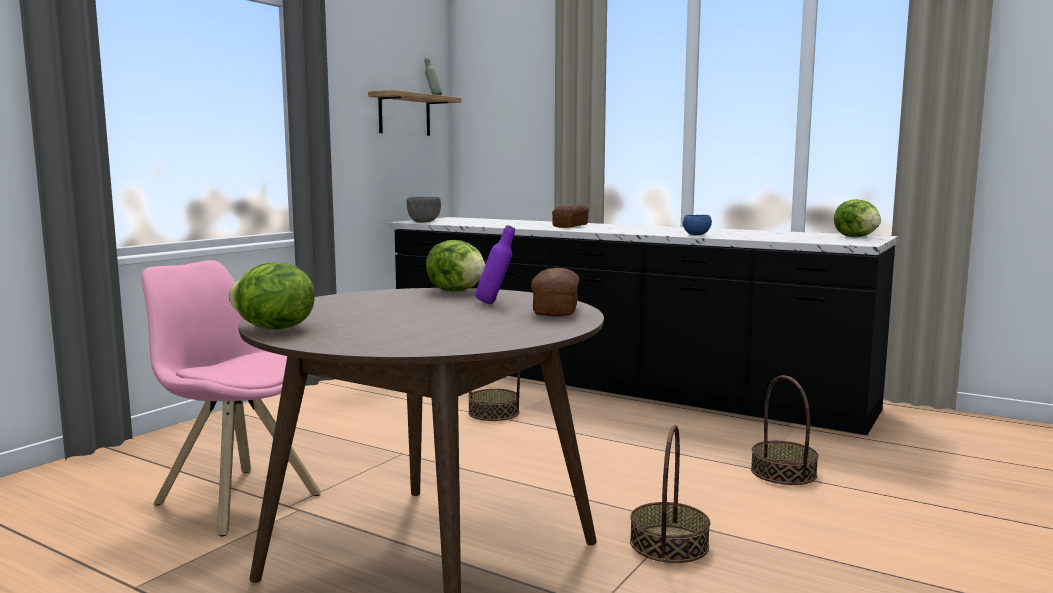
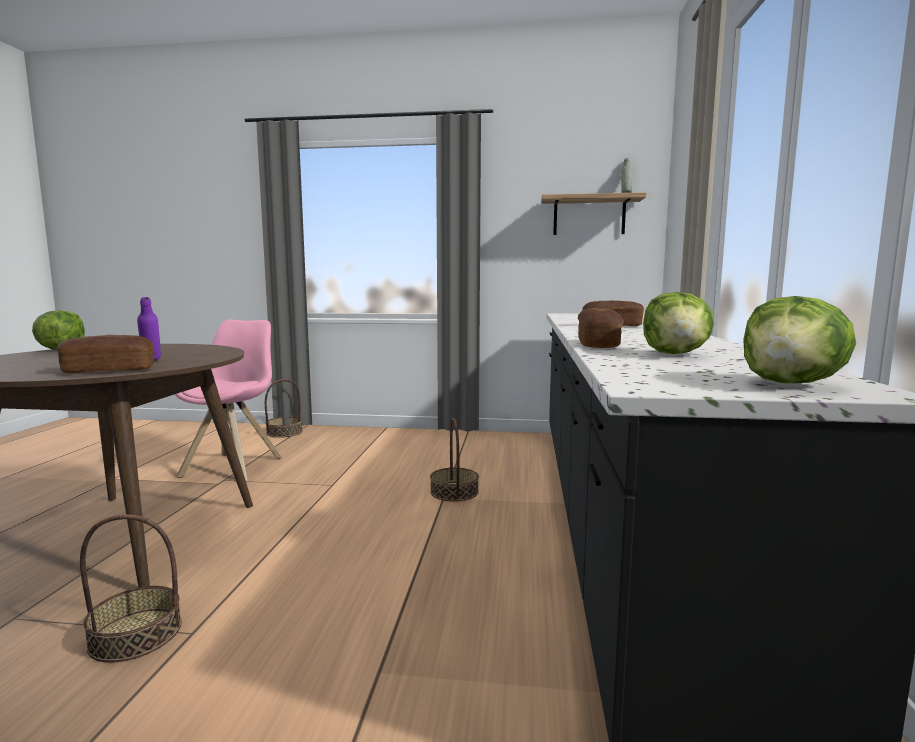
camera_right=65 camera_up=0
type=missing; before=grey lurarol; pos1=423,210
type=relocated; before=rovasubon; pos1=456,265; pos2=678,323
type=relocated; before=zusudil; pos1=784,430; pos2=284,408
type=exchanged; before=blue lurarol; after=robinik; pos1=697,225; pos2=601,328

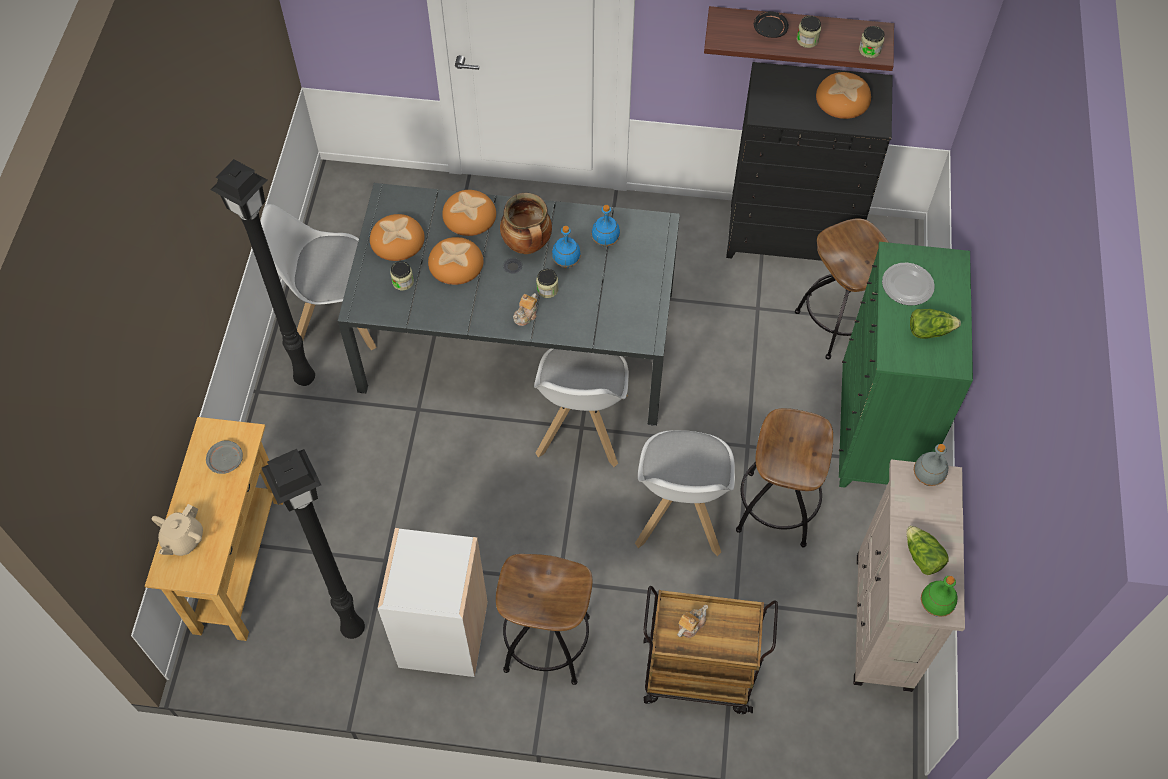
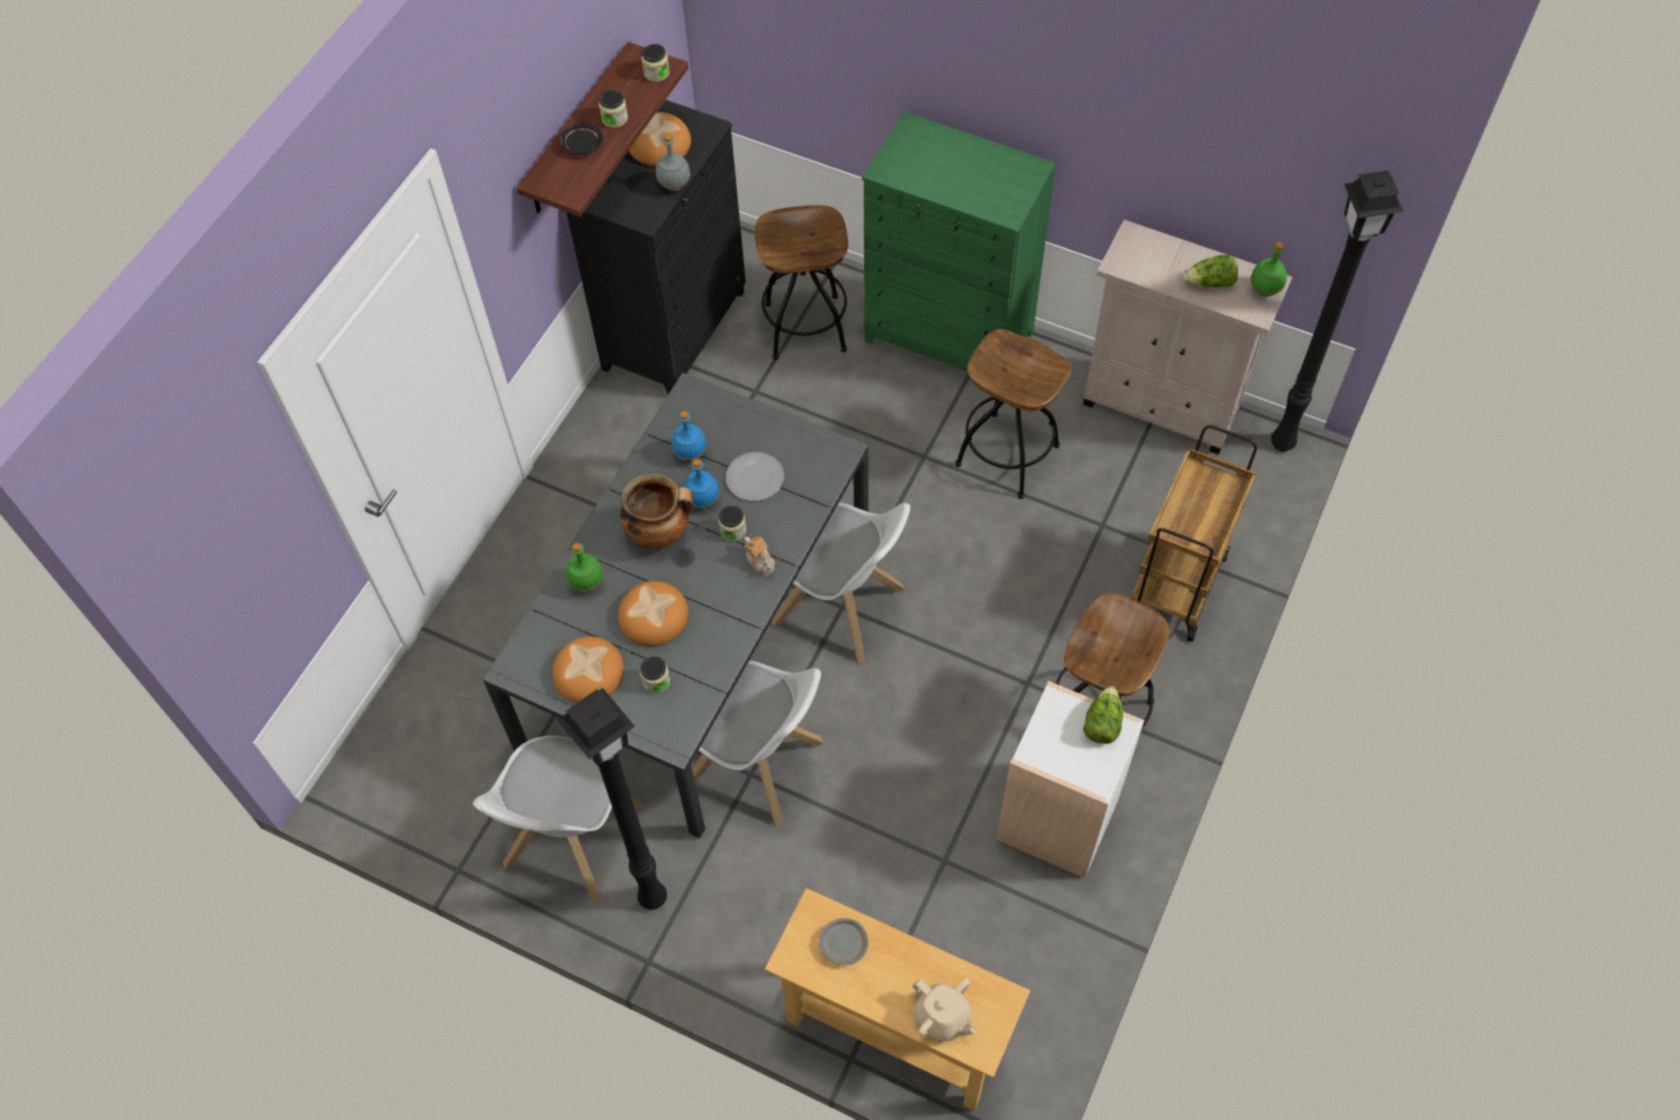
camera_right=-70 camera_up=0
type=missing; before=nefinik; pos1=692,621
type=relocated; before=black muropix; pos1=313,544; pos2=1337,311
type=relocated; before=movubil; pos1=685,493; pos2=758,743
type=relocated; before=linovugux; pos1=908,284; pos2=755,476
type=relocated; before=rovasubon; pos1=935,324; pos2=1103,715
type=relocated; before=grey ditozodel; pos1=931,465; pos2=673,162
type=exchanged; before=robinik; after=green ditozodel; pos1=469,213; pos2=585,567

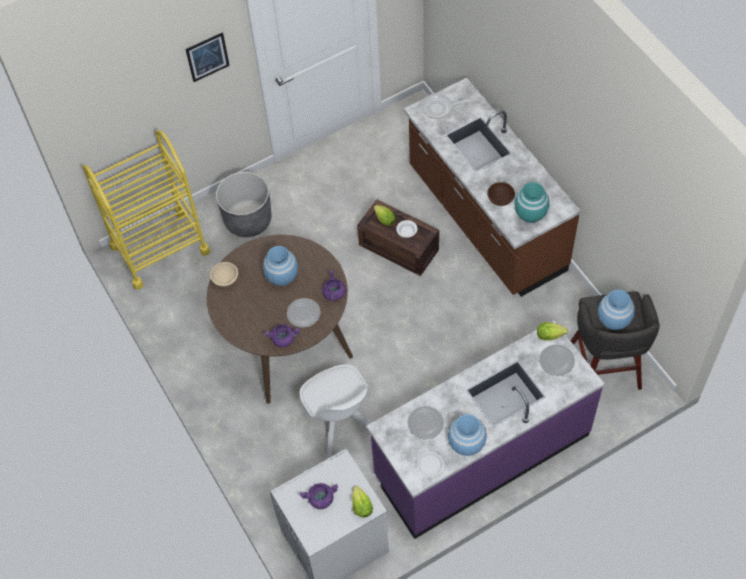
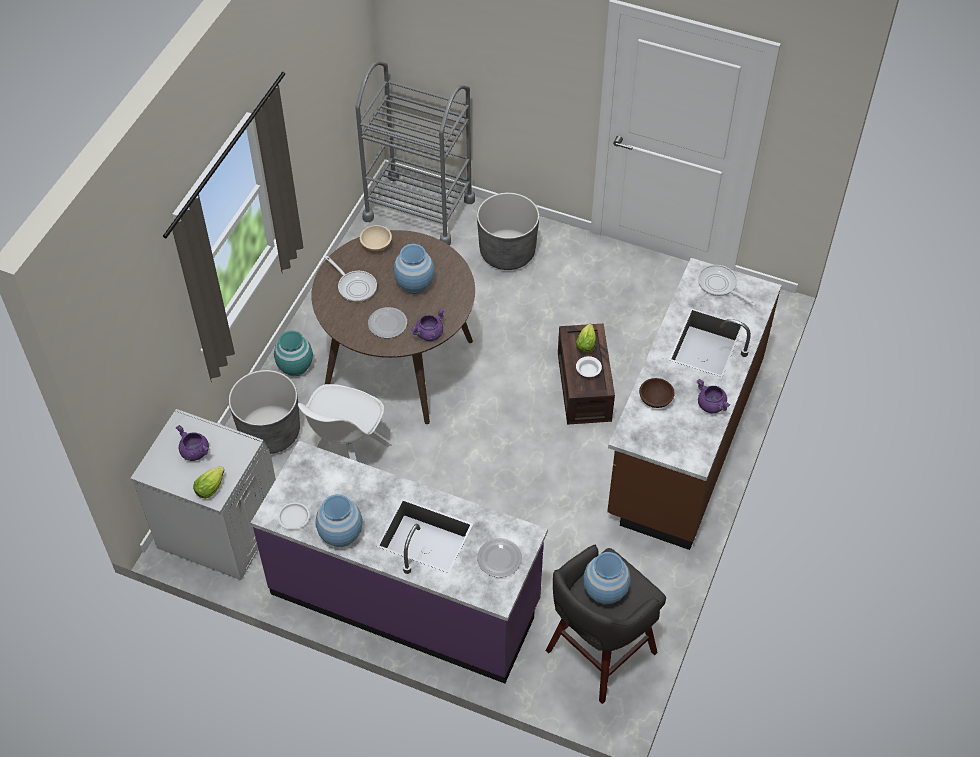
camera_right=50 camera_up=-5
type=missing; before=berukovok; pos1=207,57
type=missing; before=linovugux; pos1=426,422
type=missing; before=rovasubon; pos1=552,331
type=appeared; after=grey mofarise; pos2=264,412
type=appeared; after=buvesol; pos2=351,279
type=relocated; before=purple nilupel; pos1=282,335; pos2=714,396
type=relocated; before=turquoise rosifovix; pos1=532,202; pos2=293,353
type=colour; before=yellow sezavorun; after=grey sezavorun; pos1=146,210; pos2=415,153

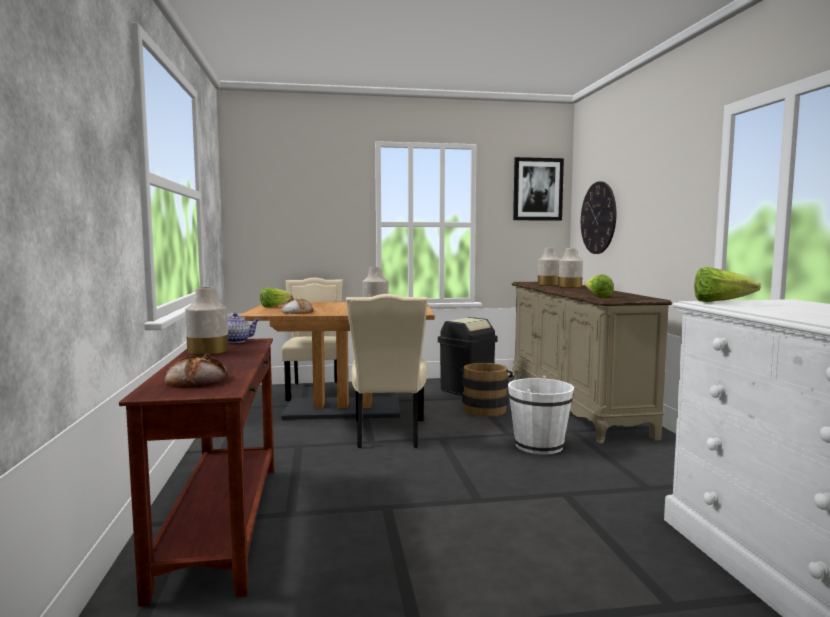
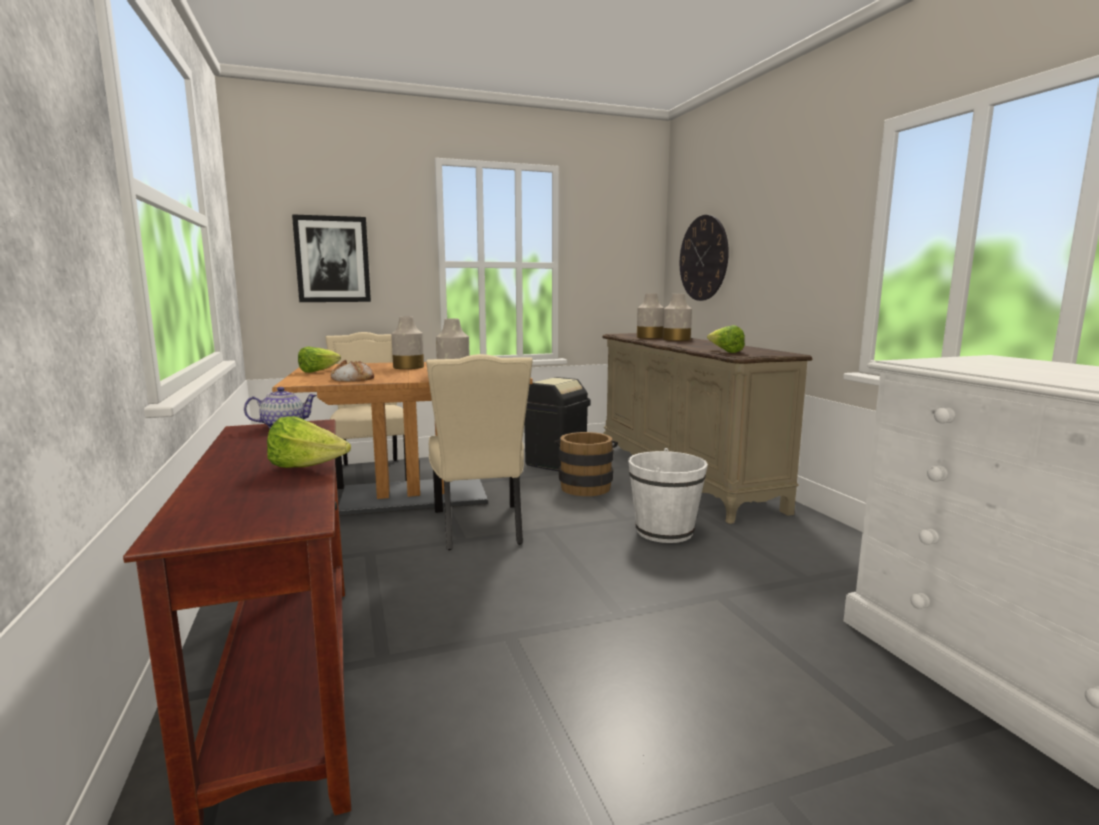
camera_right=-10 camera_up=5
type=missing; before=robinik; pos1=196,370
type=relocated; before=beige rosifovix; pos1=207,321; pos2=407,342
type=relocated; before=berukovok; pos1=538,189; pos2=331,258
type=relocated; before=rovasubon; pos1=727,284; pos2=309,442

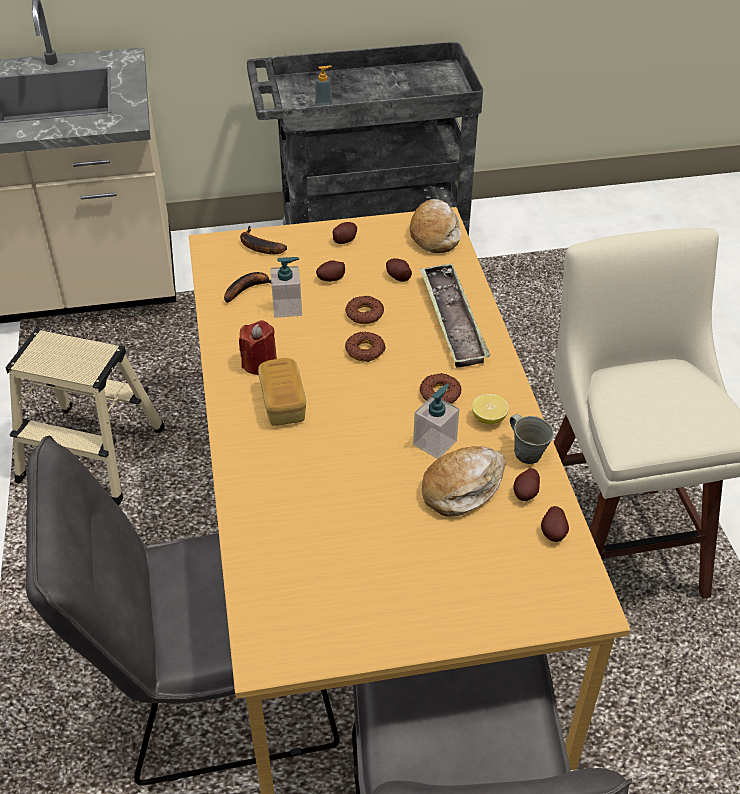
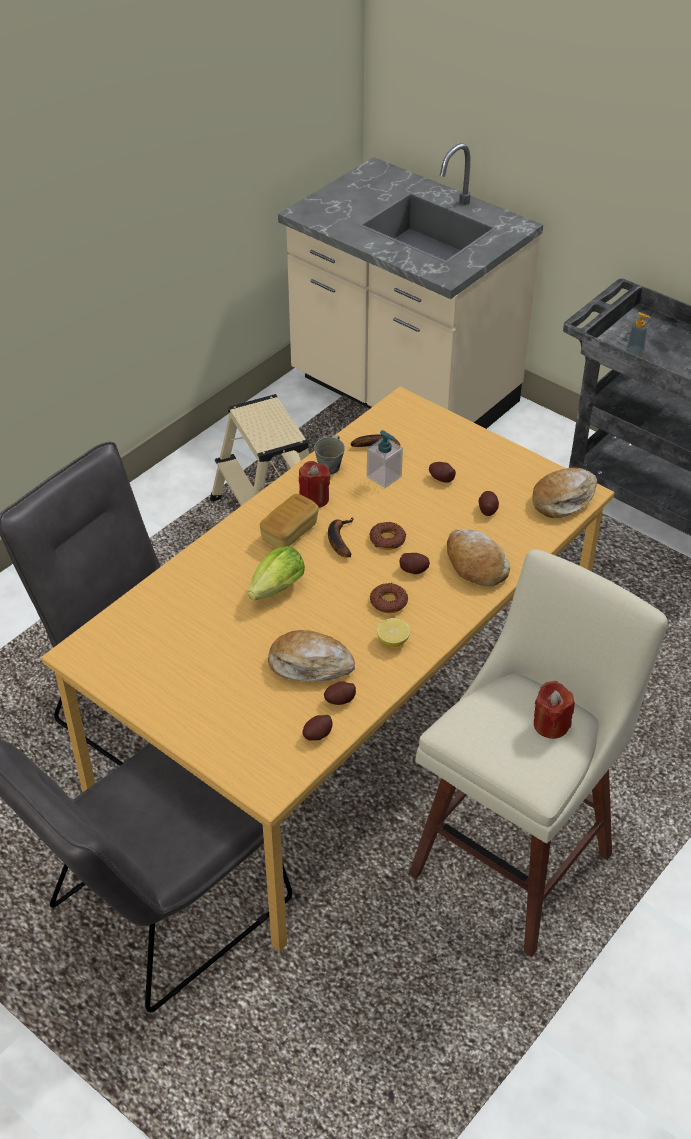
camera_right=50 camera_up=0
type=missing; before=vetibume; pos1=364,309
type=missing; before=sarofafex; pos1=436,421
type=appeared; after=rovasubon; pos2=276,573
type=appeared; after=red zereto; pos2=554,710
type=relocated; before=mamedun; pos1=263,240; pos2=340,537
type=relocated; before=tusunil; pos1=345,233; pos2=414,563
type=relocated; before=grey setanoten; pos1=532,439; pos2=329,454
type=exchanged; before=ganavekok; after=robinik; pos1=455,315; pos2=478,557

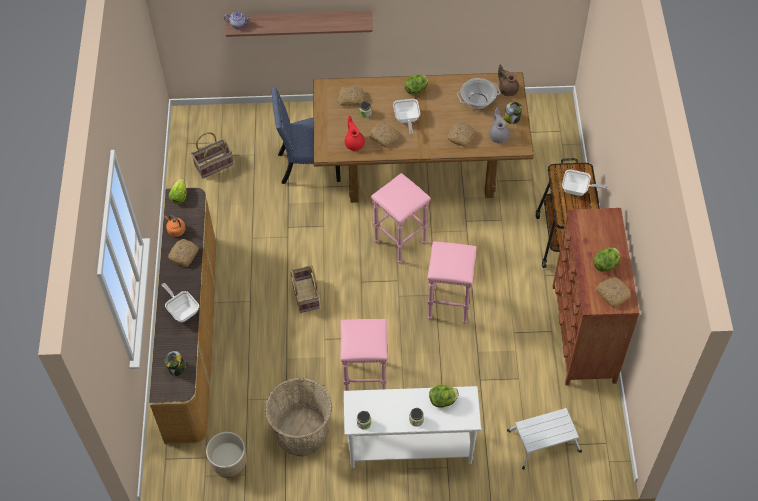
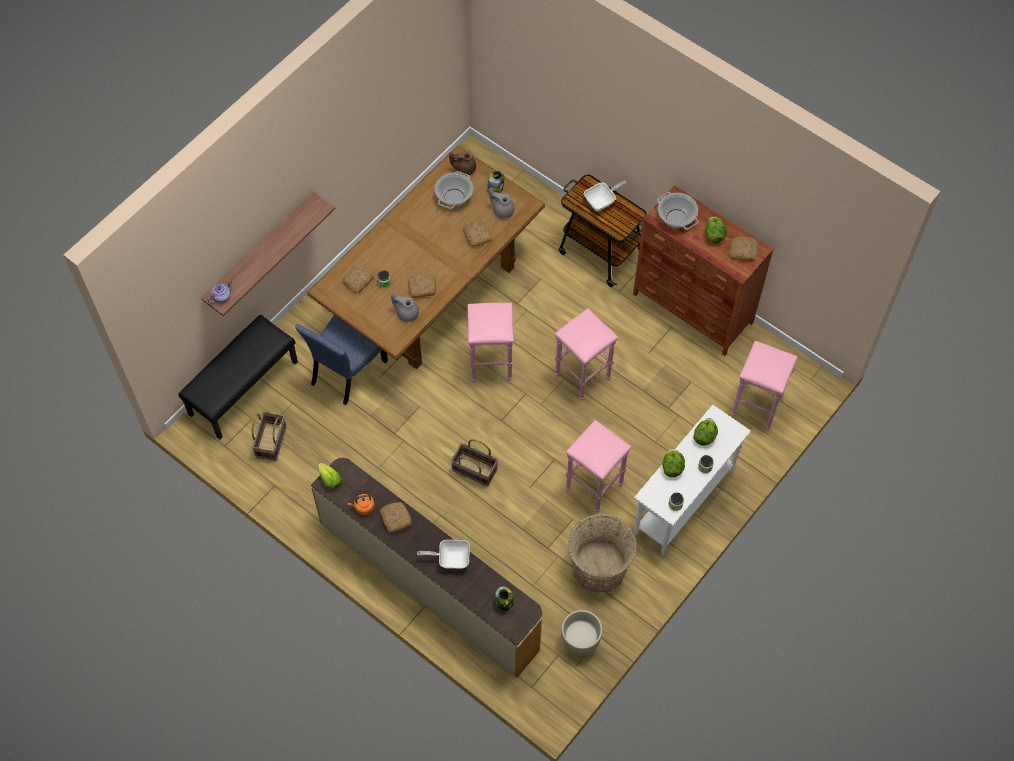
camera_right=-50 camera_up=5
type=missing; before=buvesol; pos1=406,116
type=appeared; after=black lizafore; pos2=238,377
type=appeared; after=nilupel; pos2=678,211
type=relocated; before=rovasubon; pos1=416,84; pos2=673,462
type=exchanged; before=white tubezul; after=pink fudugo; pos1=544,439; pos2=764,385
type=colour; before=red nefinik; after=grey nefinik; pos1=355,133; pos2=405,307

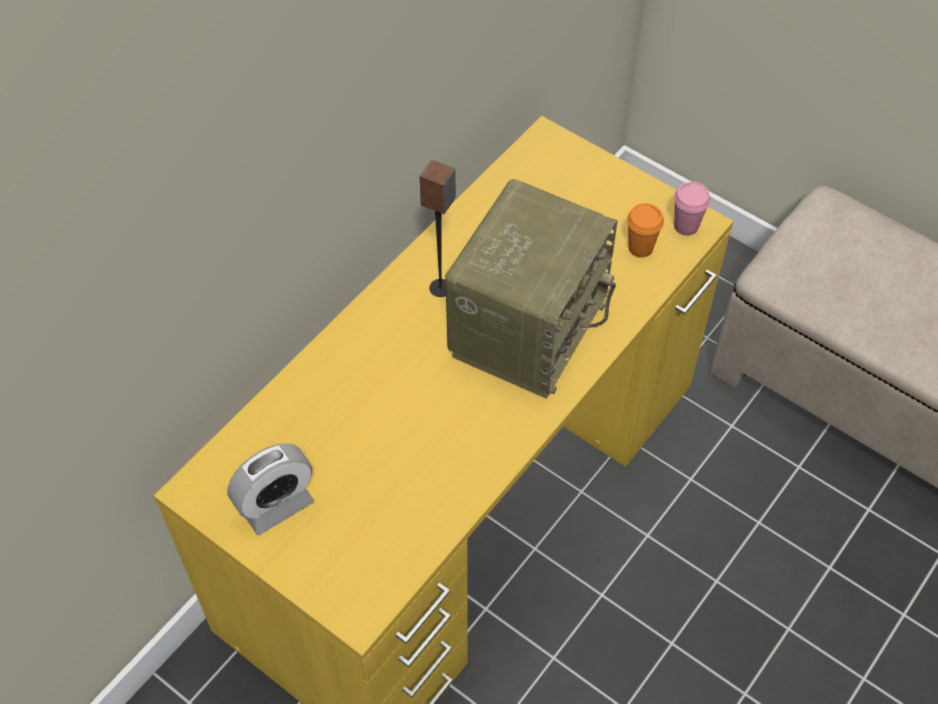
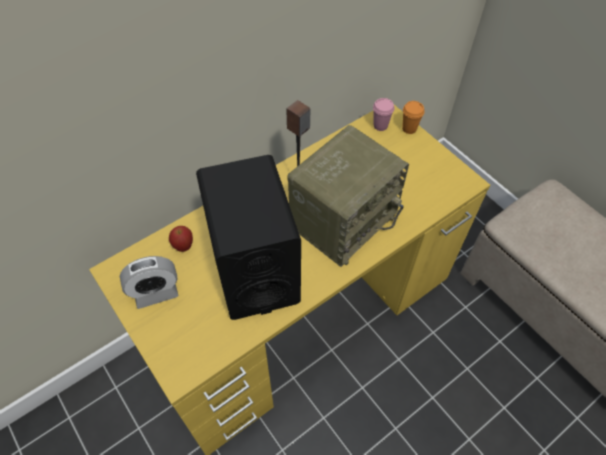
camera_right=15 camera_up=0
type=appeared; after=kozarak; pos2=181,239
type=appeared; after=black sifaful; pos2=248,237
type=relocated; before=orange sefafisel; pos1=645,230; pos2=413,117
type=relocated; before=pink sefafisel; pos1=692,209; pos2=383,114

